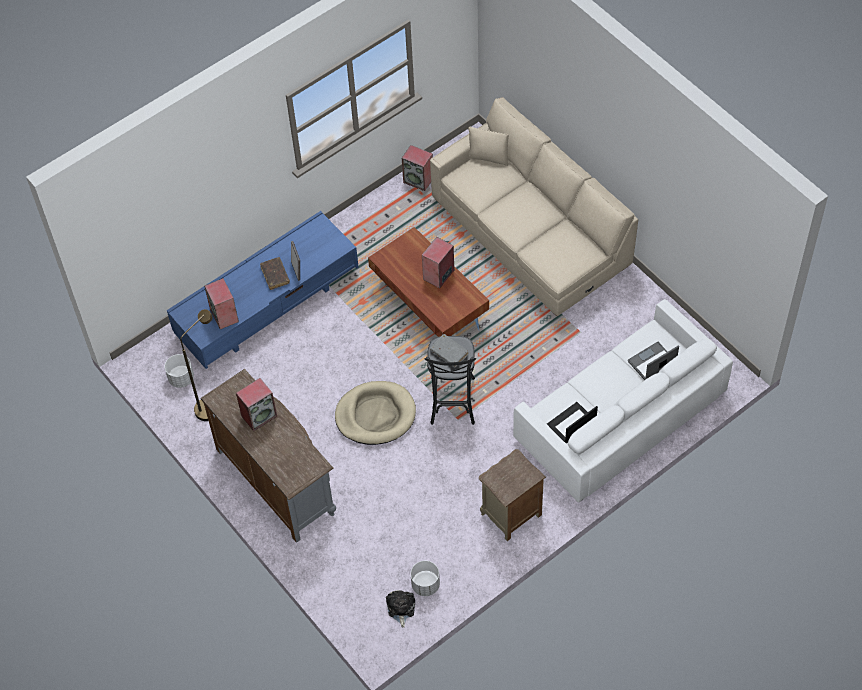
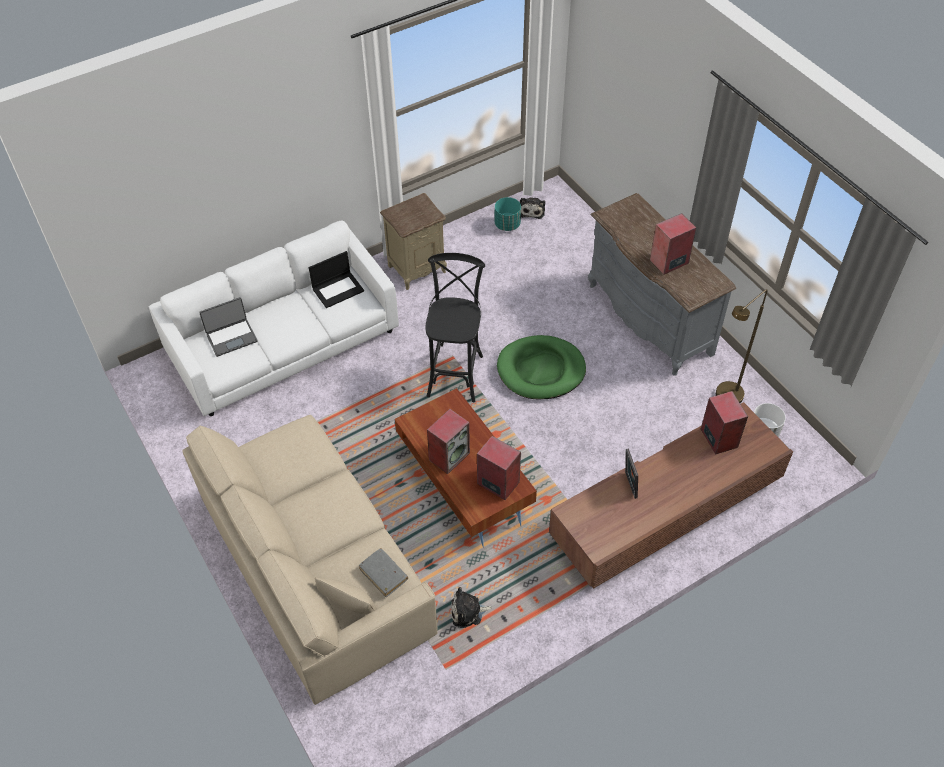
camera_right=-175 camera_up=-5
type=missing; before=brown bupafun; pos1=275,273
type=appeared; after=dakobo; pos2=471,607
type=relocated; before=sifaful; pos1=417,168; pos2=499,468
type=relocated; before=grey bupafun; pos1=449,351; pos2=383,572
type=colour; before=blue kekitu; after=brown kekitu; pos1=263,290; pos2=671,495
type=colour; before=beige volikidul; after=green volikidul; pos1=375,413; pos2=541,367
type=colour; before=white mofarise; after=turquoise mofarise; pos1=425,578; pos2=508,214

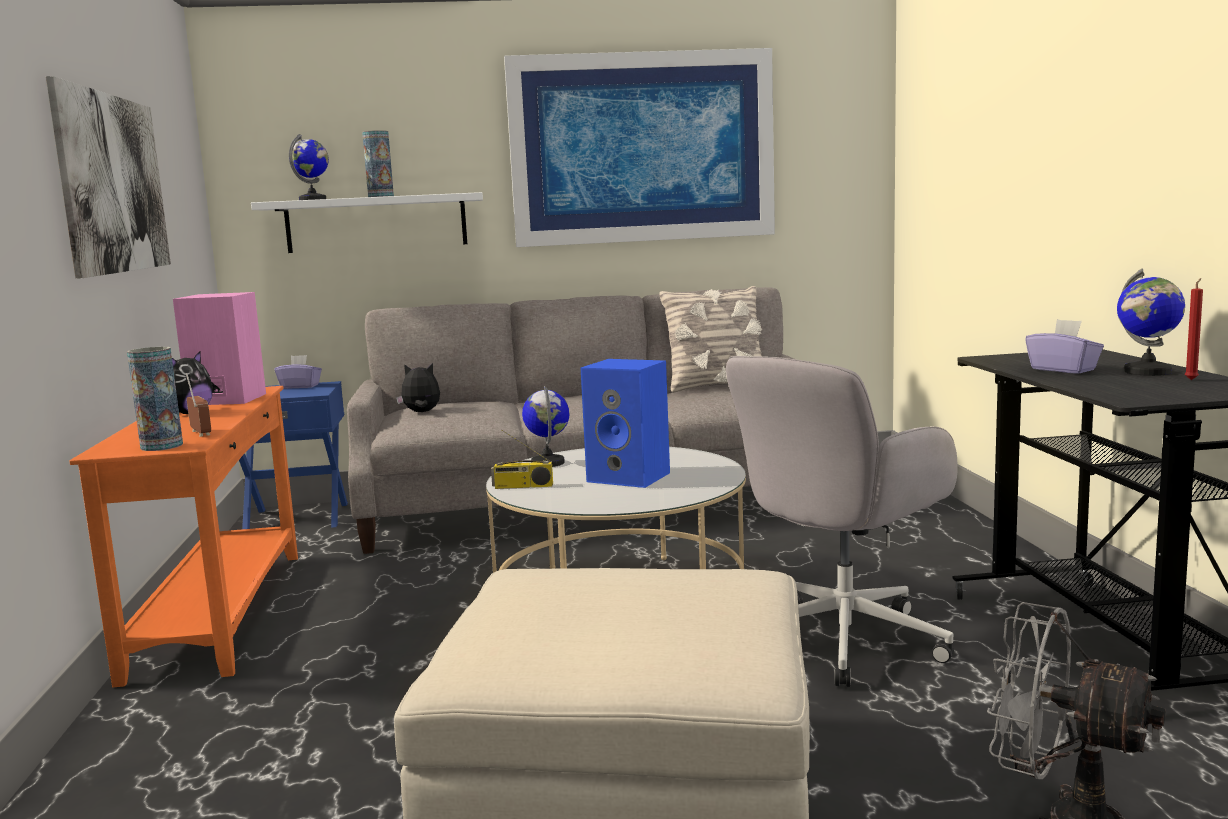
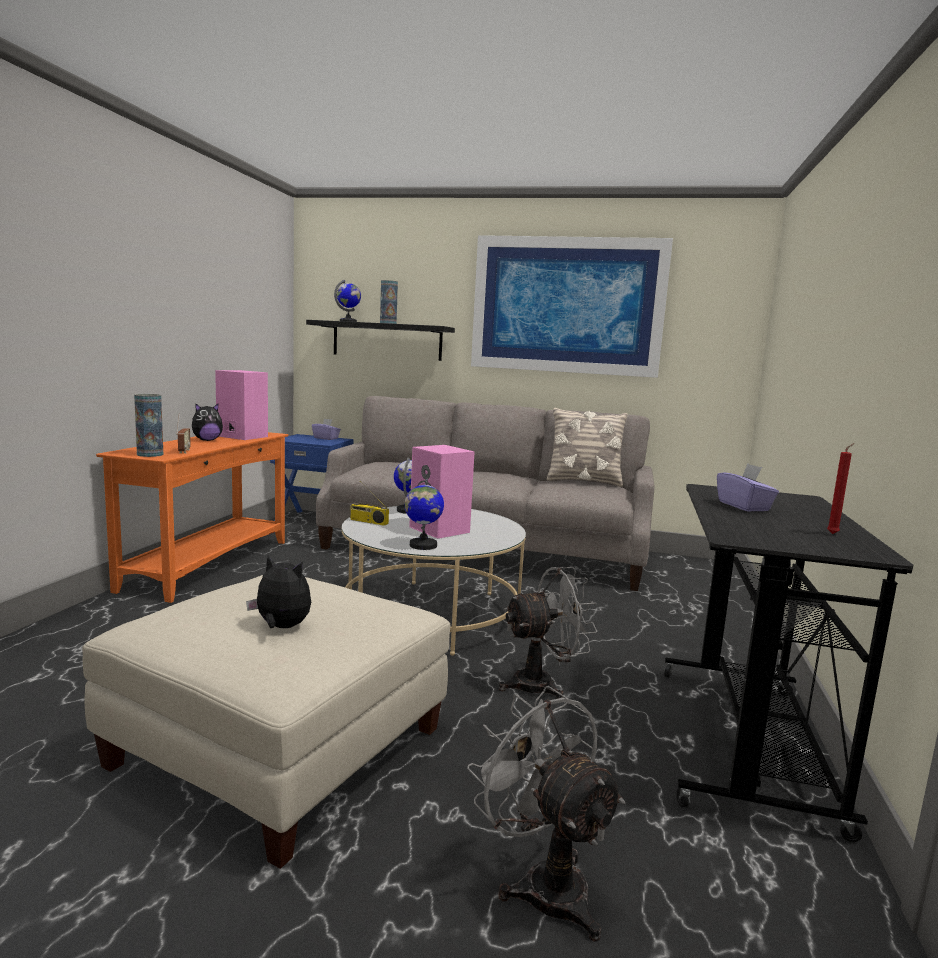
camera_right=20 camera_up=0
type=missing; before=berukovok; pos1=108,177
type=relocated; before=dakobo; pos1=418,387; pos2=278,591
type=relocated; before=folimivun; pos1=1151,322; pos2=424,514
type=exchanged; before=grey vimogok; after=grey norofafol; pos1=842,521; pos2=548,633
type=colour; before=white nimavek; after=black nimavek; pos1=367,222; pos2=380,340
type=colour; before=blue sifaful; after=pink sifaful; pos1=625,423; pos2=442,492

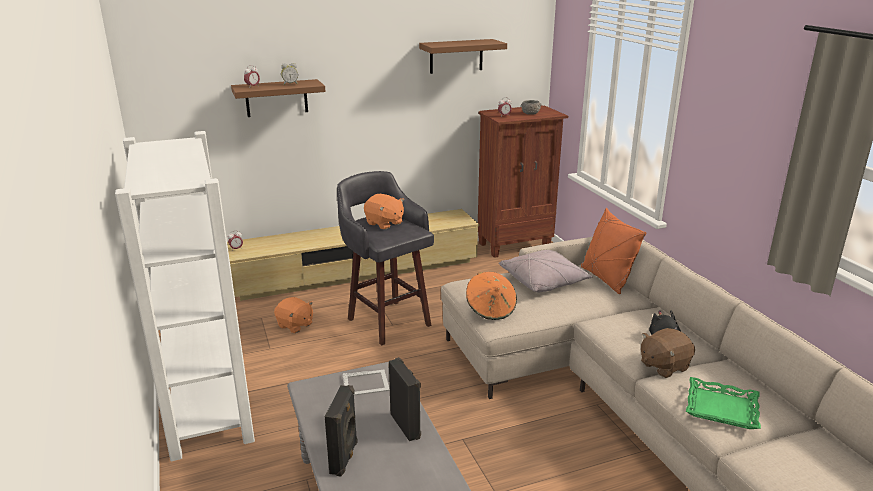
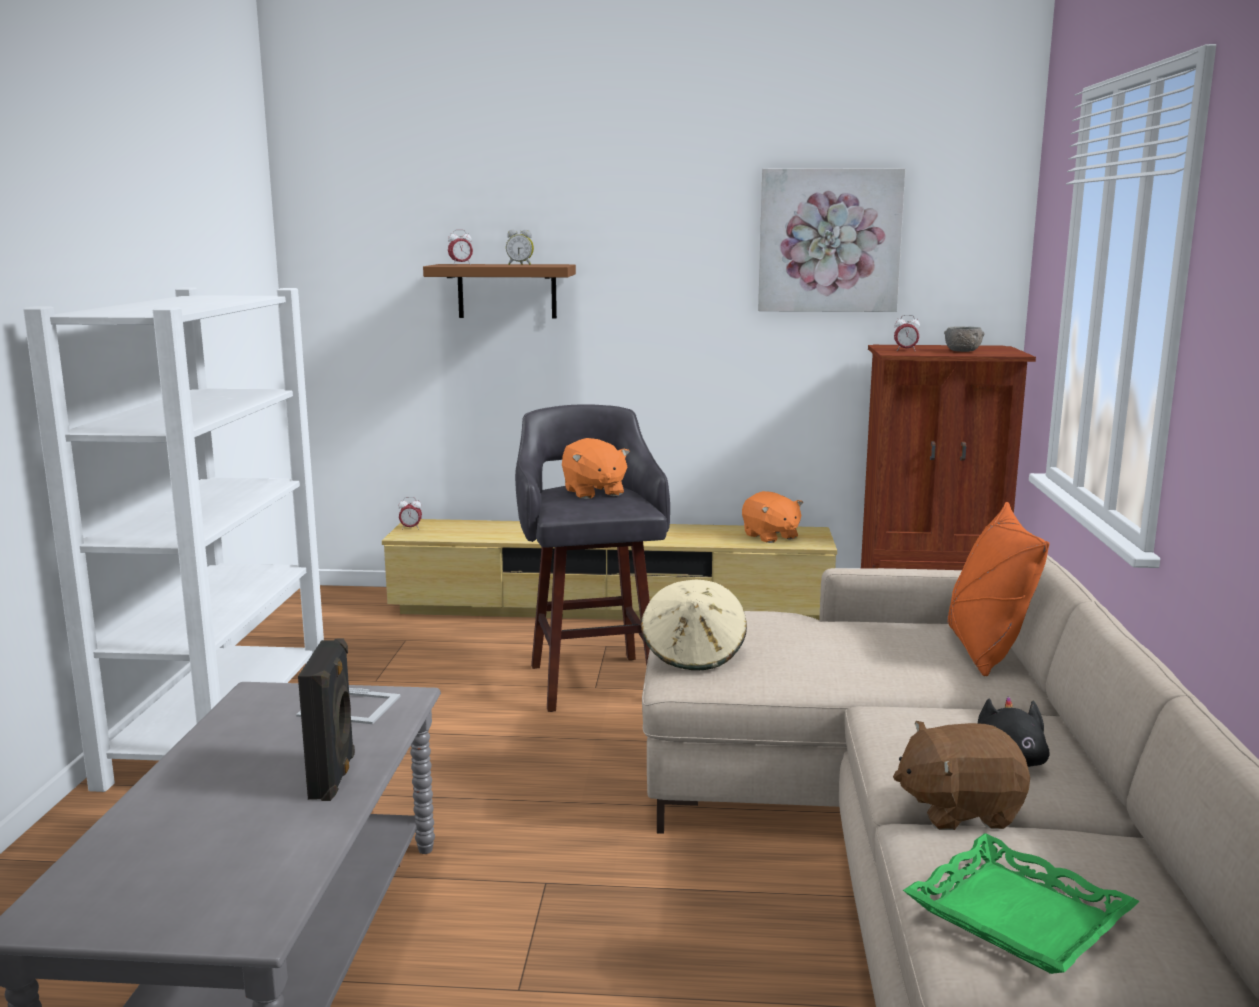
camera_right=25 camera_up=-10
type=missing; before=black sifaful; pos1=341,430
type=missing; before=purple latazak; pos1=545,271
type=relocated; before=orange dakobo; pos1=293,315; pos2=772,517
type=exchanged; before=brown nimavek; after=berukovok; pos1=463,56; pos2=832,240
type=colour; before=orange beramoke; after=beige beramoke; pos1=491,296; pos2=694,624

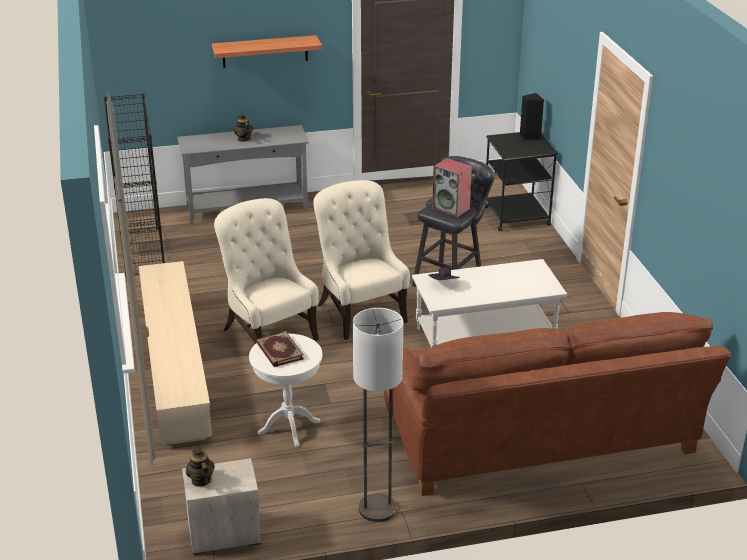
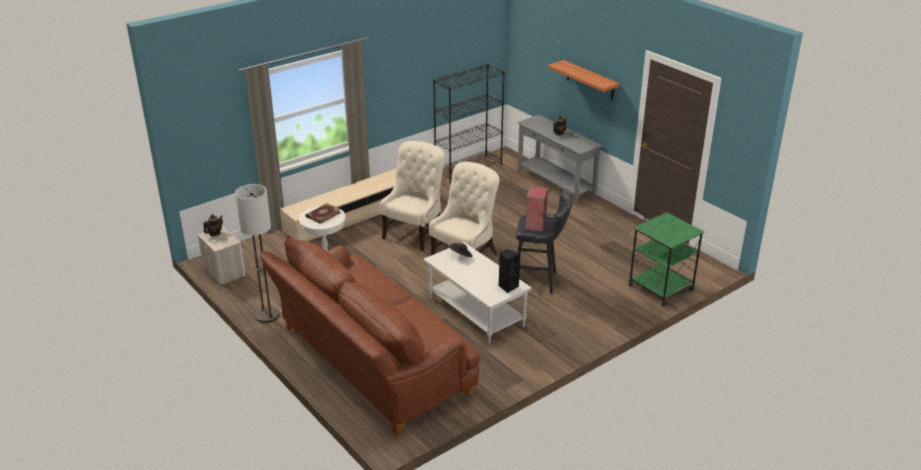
camera_right=65 camera_up=0
type=relocated; before=black sifaful; pos1=532,116; pos2=509,271
type=colour; before=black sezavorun; after=green sezavorun; pos1=521,181; pos2=666,259

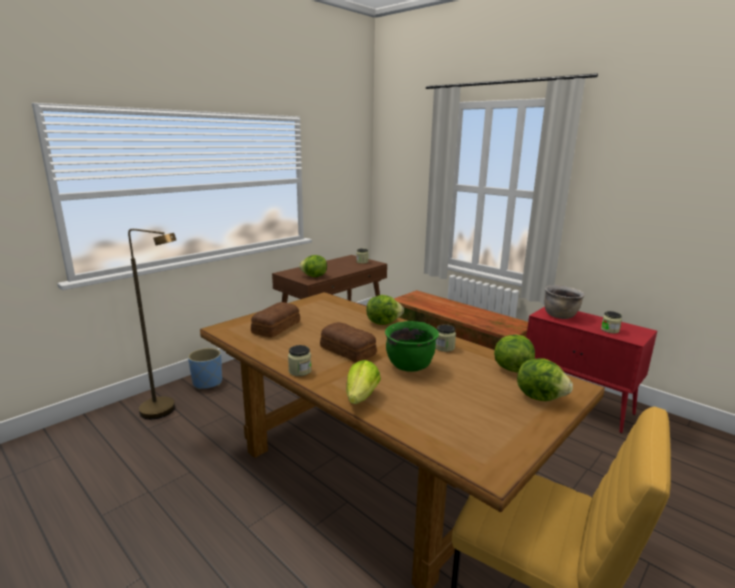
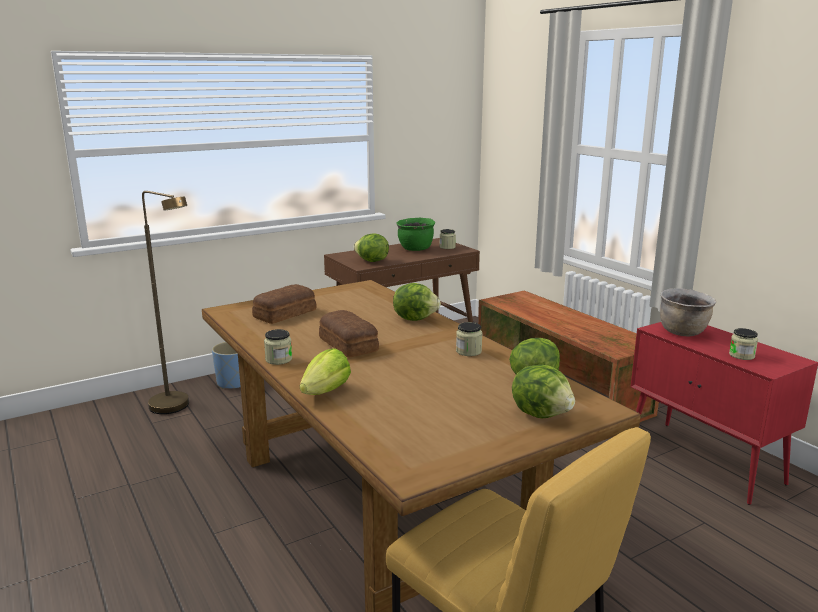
camera_right=15 camera_up=0
type=relocated; before=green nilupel; pos1=412,346; pos2=416,234

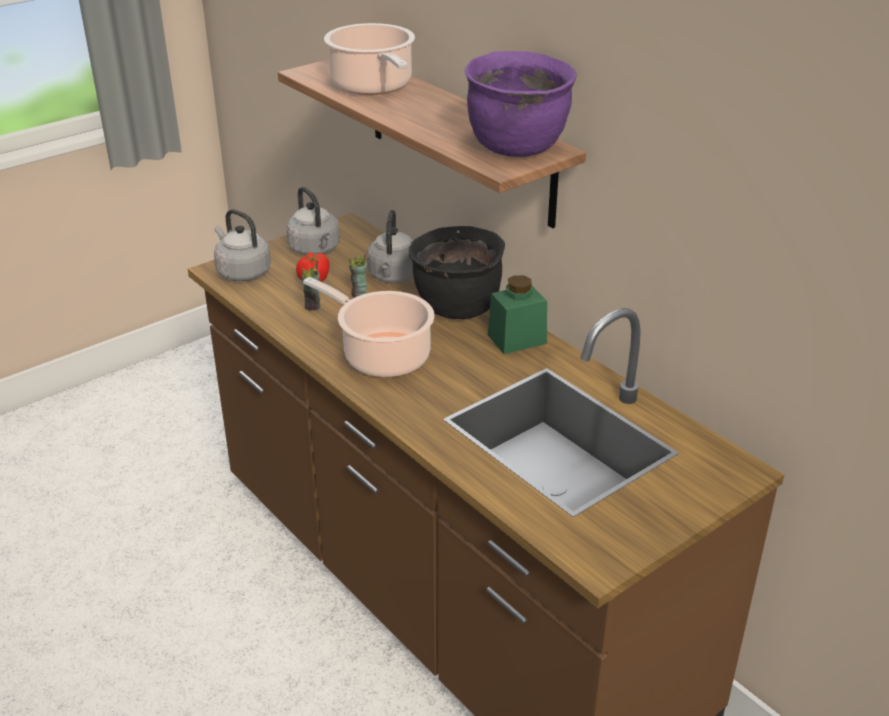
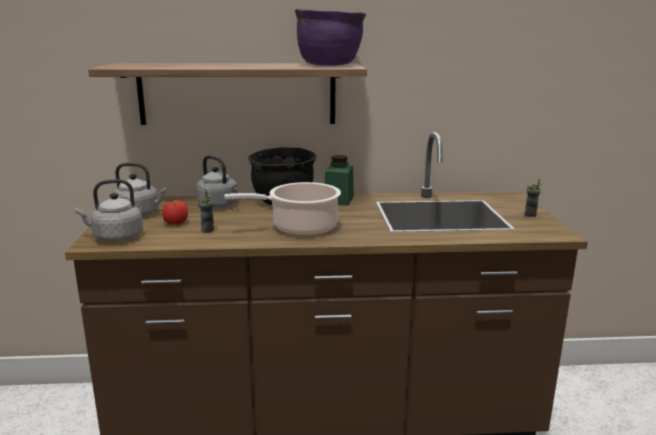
camera_right=-55 camera_up=-15
type=missing; before=nilupel; pos1=369,59
type=relocated; before=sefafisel; pos1=358,276; pos2=532,198

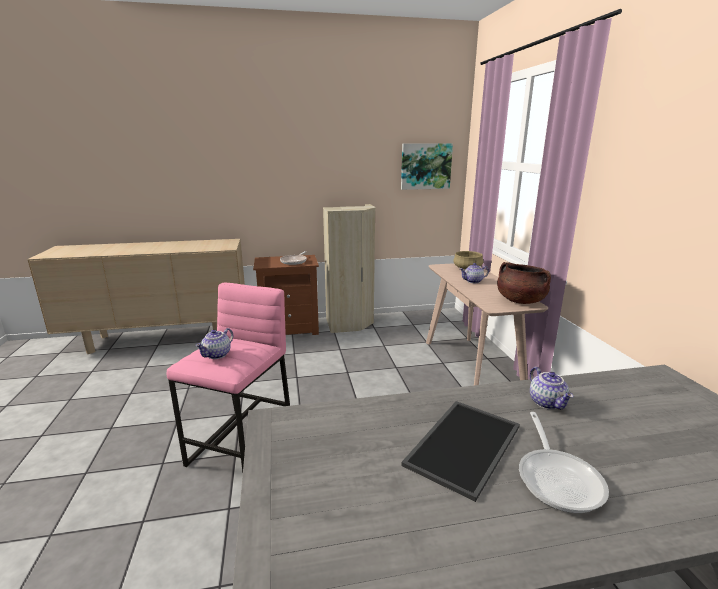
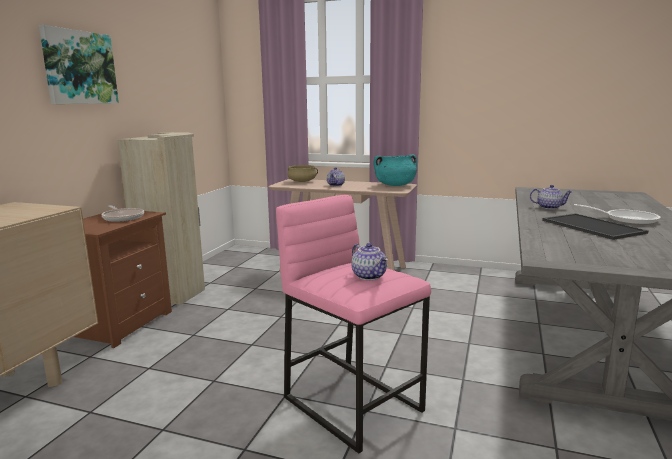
camera_right=-60 camera_up=-5
type=relocated; before=berukovok; pos1=427,167; pos2=79,64
type=colour; before=brown nilupel; after=turquoise nilupel; pos1=524,283; pos2=395,170

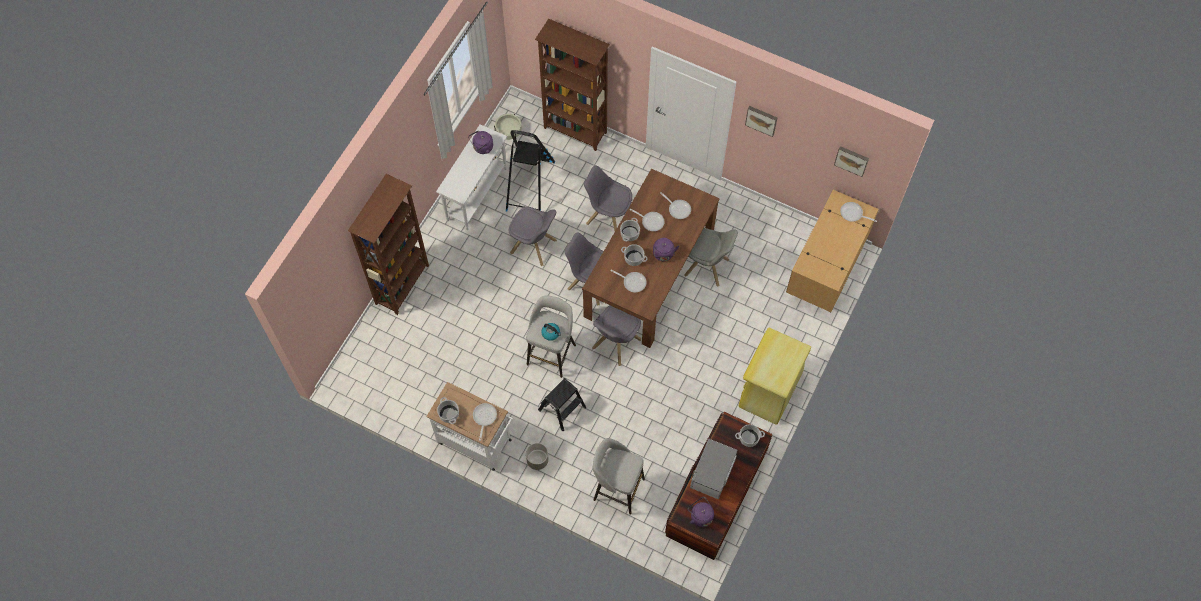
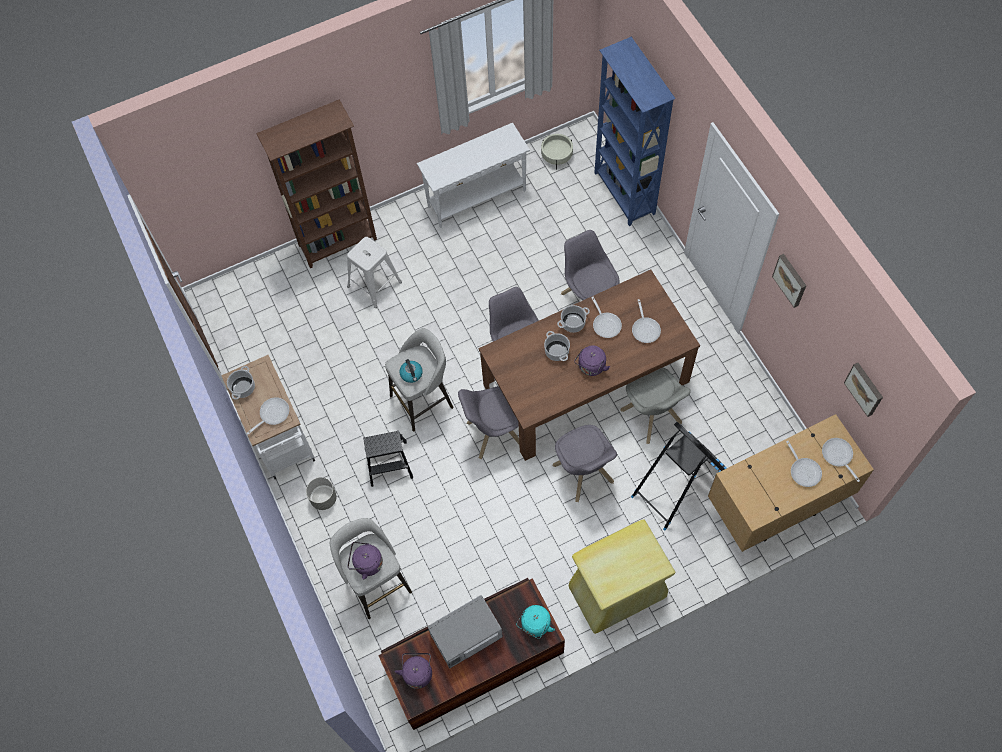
camera_right=40 camera_up=0
type=appeared; after=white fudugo; pos2=374,272
type=relocated; before=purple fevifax; pos1=480,142; pos2=365,560
type=relocated; before=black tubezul; pos1=530,171; pos2=679,476
type=relocated; before=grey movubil; pos1=533,236; pos2=585,463
type=relocated; before=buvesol; pos1=629,281; pos2=804,464
type=exchanged; before=nilupel; after=turquoise fevifax; pos1=750,435; pos2=535,622
type=colour; before=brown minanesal; after=blue minanesal; pos1=572,85; pos2=635,131

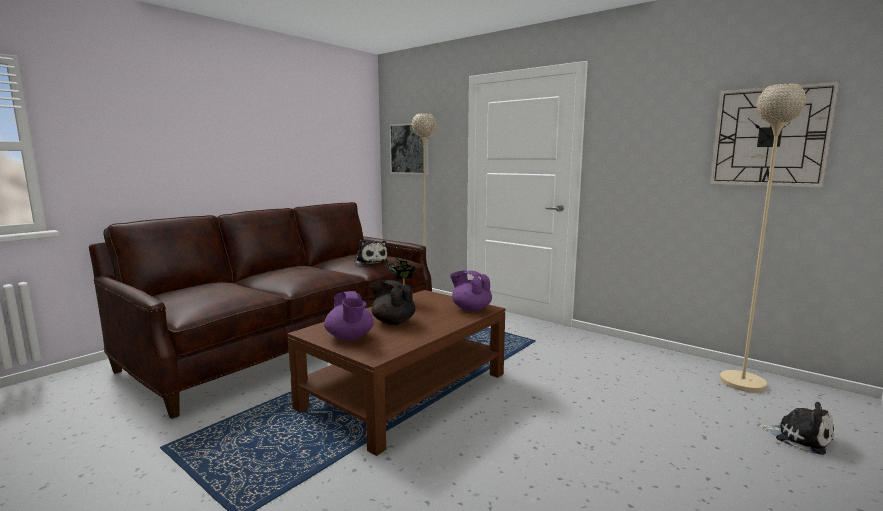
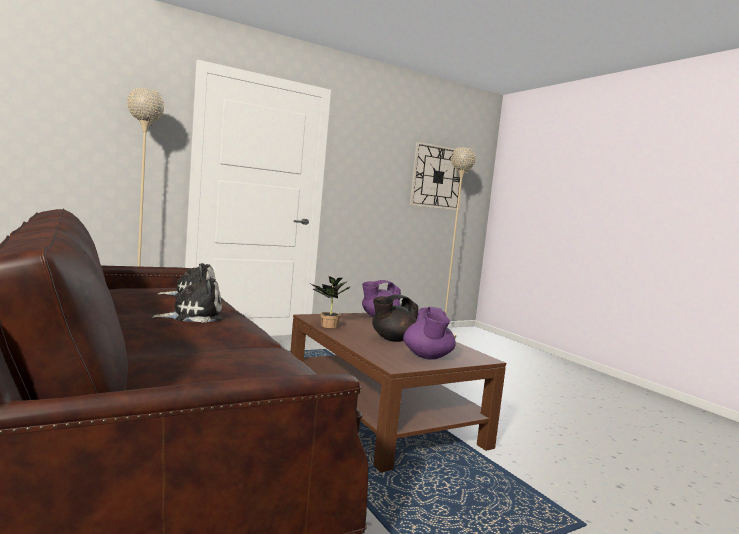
camera_right=-70 camera_up=-5
type=missing; before=berukovok; pos1=408,149
type=relocated; before=dakobo; pos1=795,428; pos2=187,300
type=spun; before=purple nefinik; pos1=349,316; pos2=429,333; turn=90

